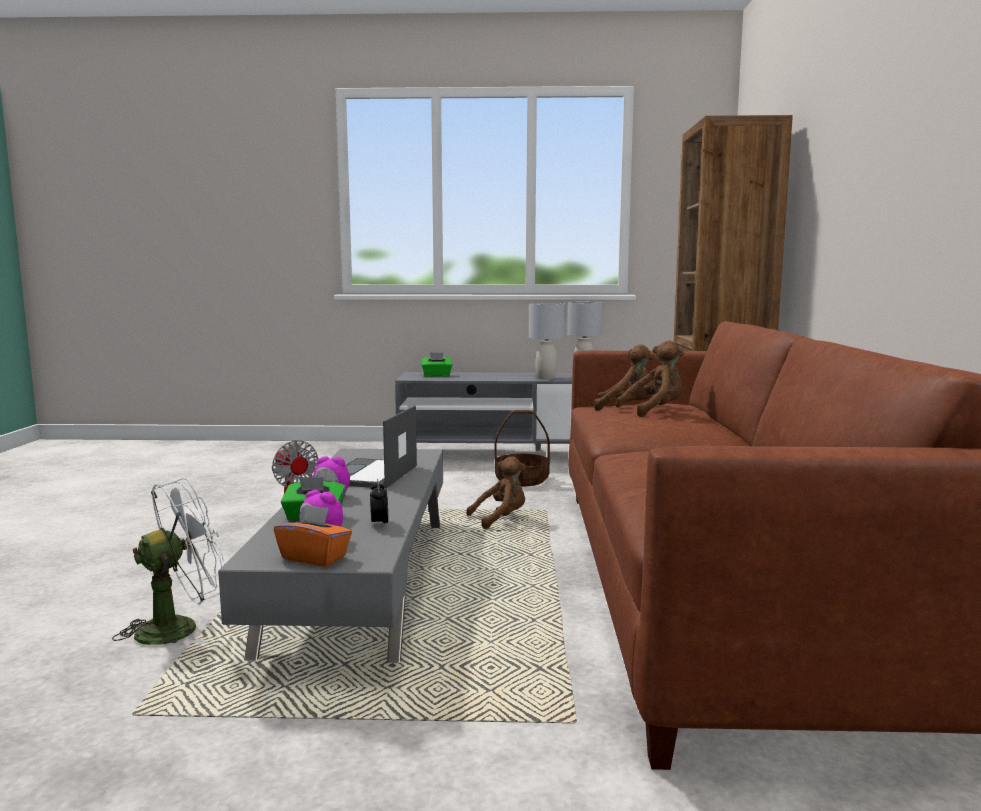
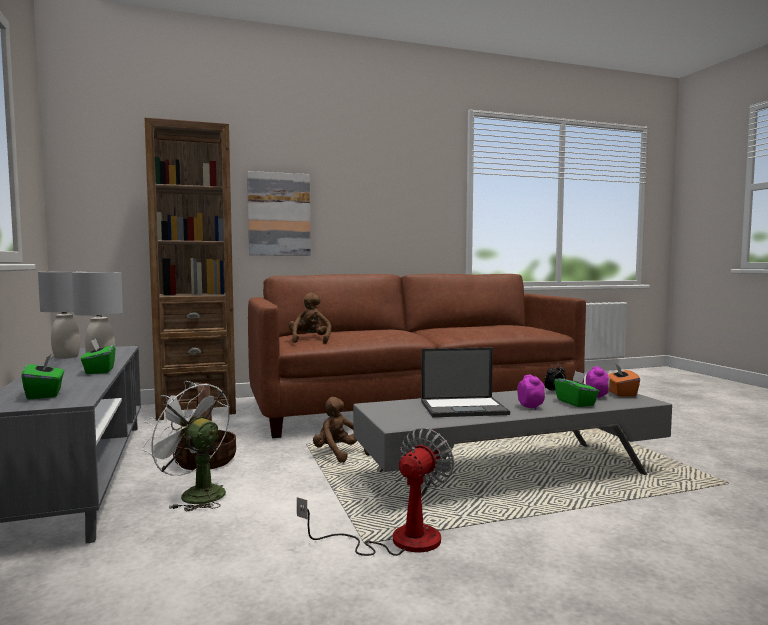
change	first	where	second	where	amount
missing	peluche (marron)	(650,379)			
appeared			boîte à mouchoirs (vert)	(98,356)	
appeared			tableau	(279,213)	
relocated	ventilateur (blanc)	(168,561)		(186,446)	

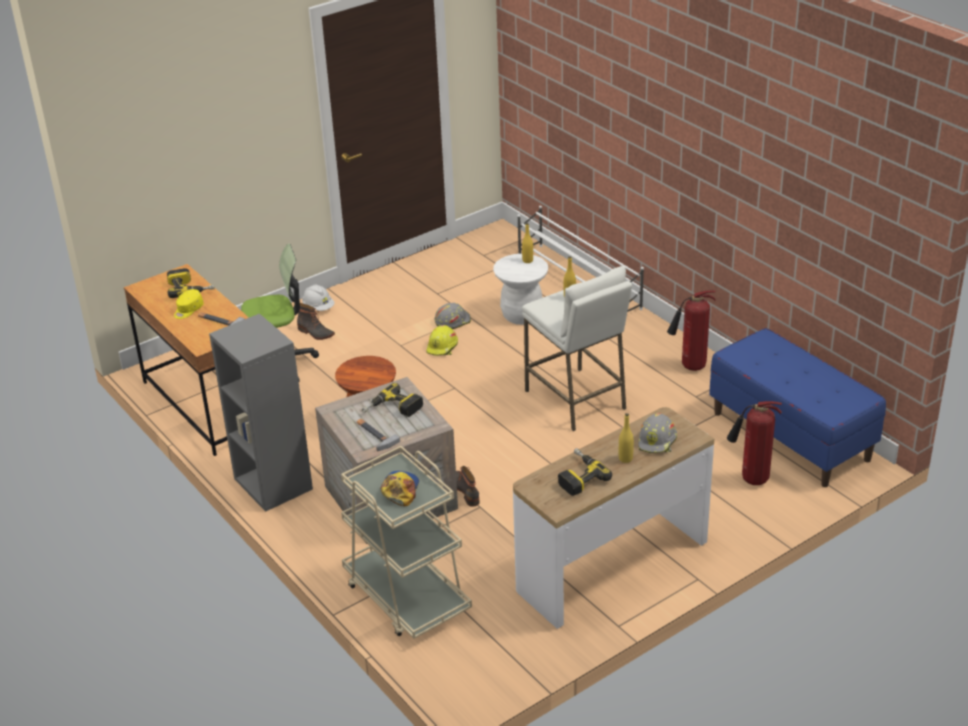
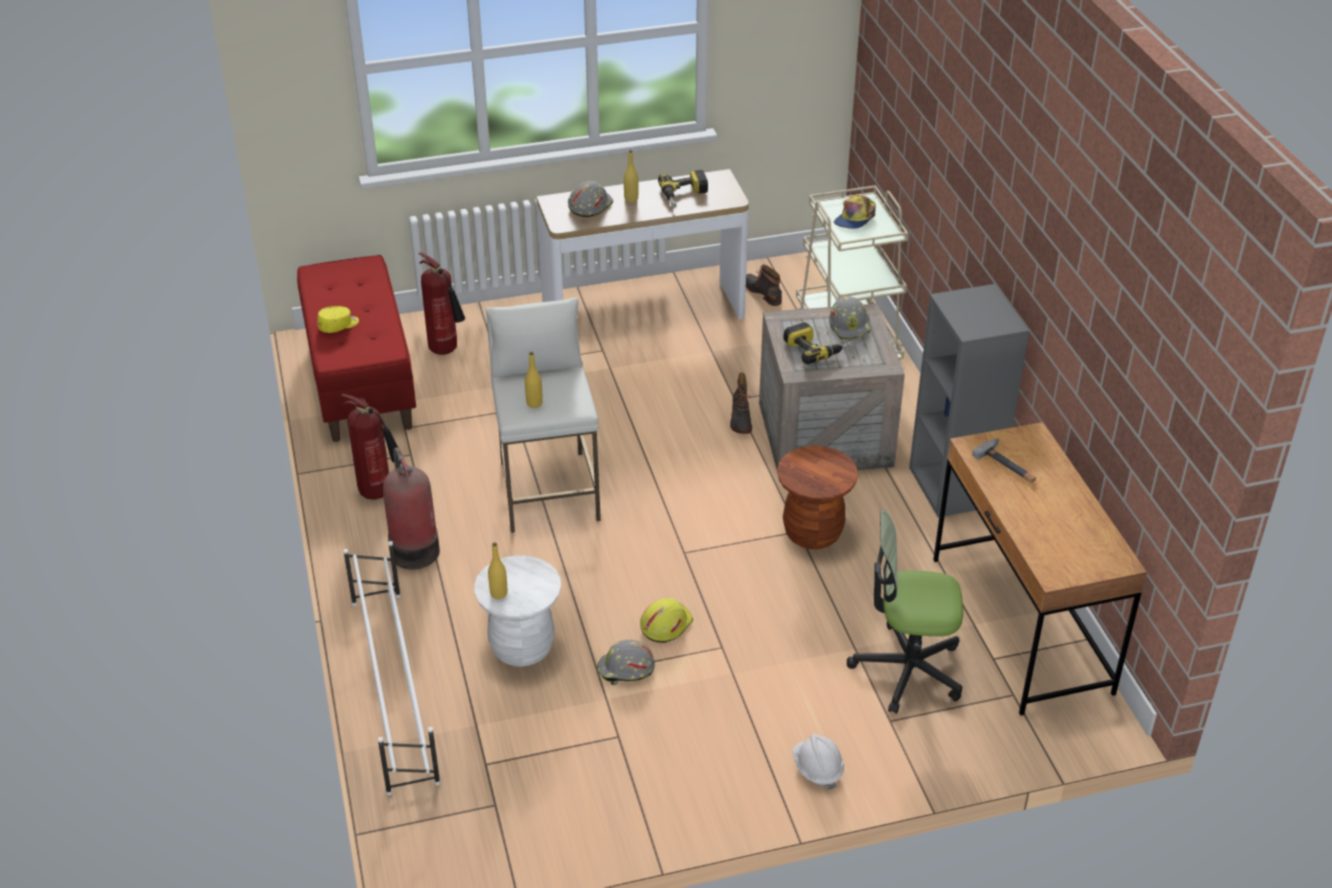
change	first	where	second	where	amount
missing	perceuse	(191,283)			
appeared			extincteur	(411,508)	
relocated	casquette (jaune)	(189,304)		(338,319)	
relocated	botte	(316,321)		(764,285)	
exchanged	marteau	(378,435)	casque de chantier (gris)	(850,317)	
colour	banc (bleu)	(797,407)	banc (rouge)	(356,348)	

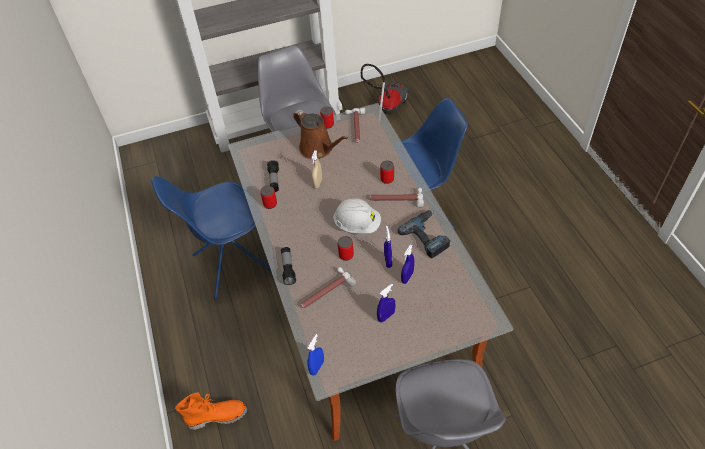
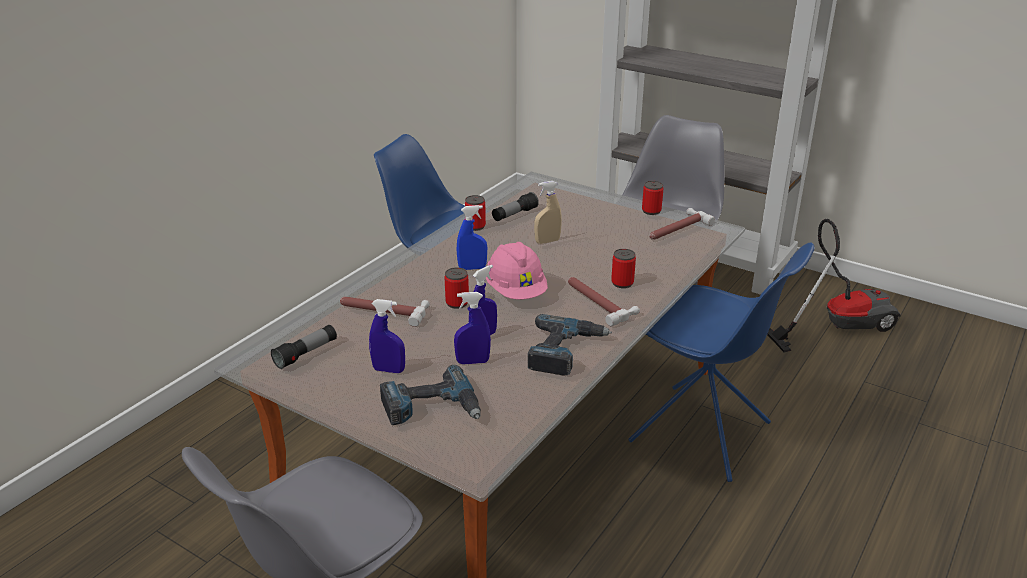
change	first	where	second	where	amount
missing	botte (orange)	(211,411)			
missing	arrosoir (marron)	(320,134)			
appeared			perceuse	(430,395)	
relocated	lampe de poche	(288,266)		(304,347)	
relocated	vaporisateur (bleu)	(315,354)		(472,237)	
colour	casque de chantier (blanc)	(357,215)	casque de chantier (rose)	(517,270)	

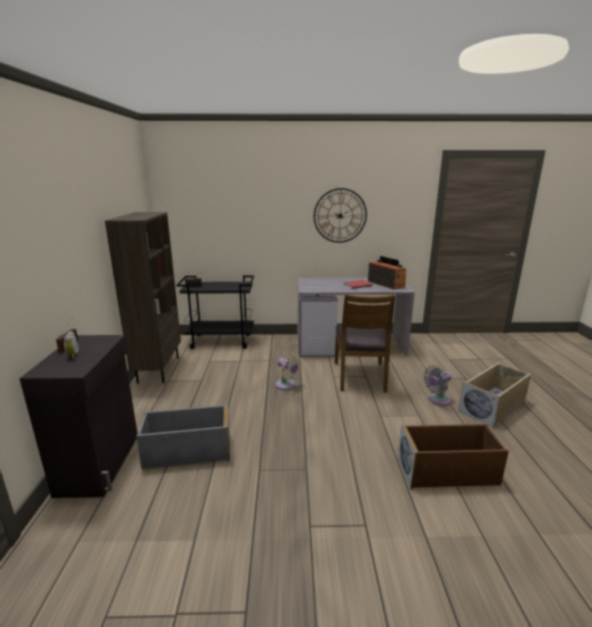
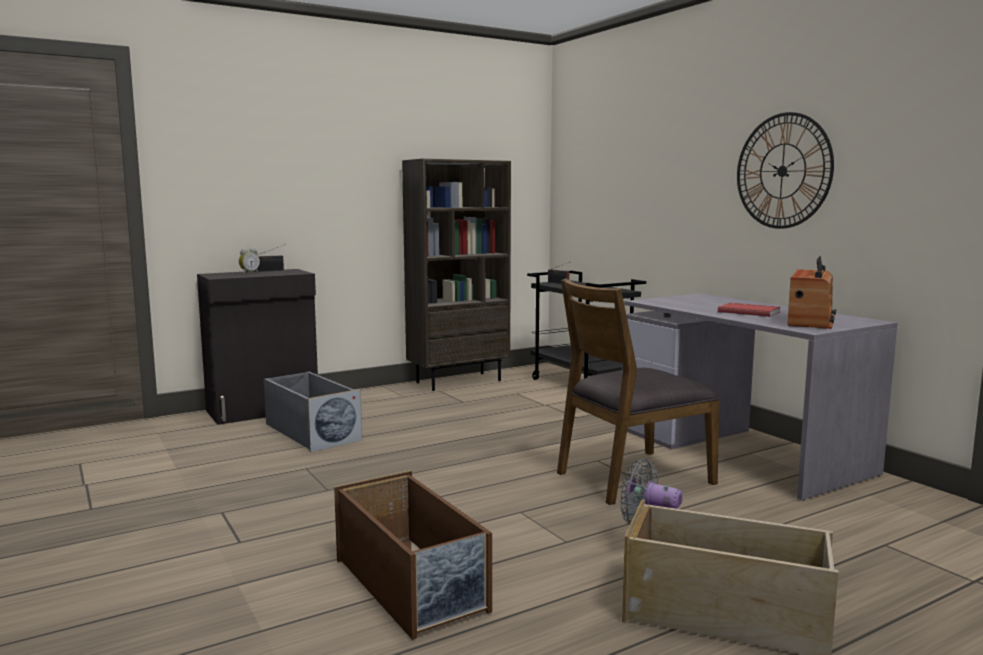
change	first	where	second	where	amount
missing	ventilateur (beige)	(289,372)			

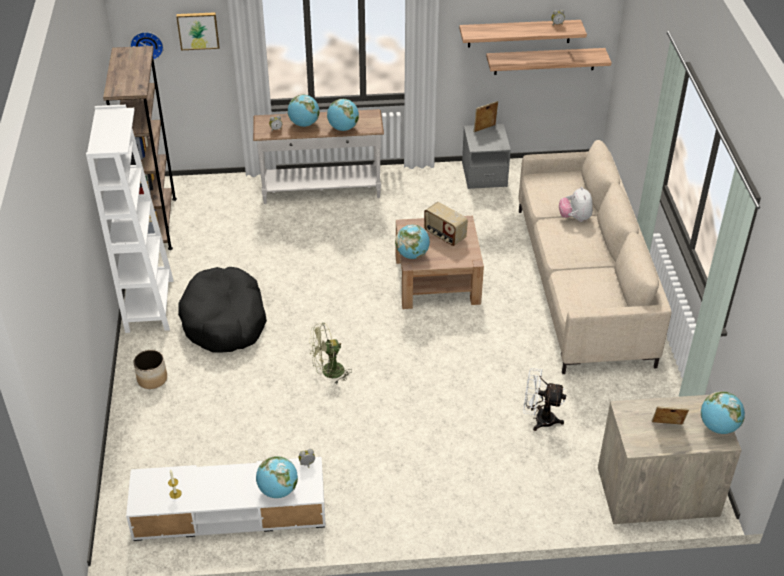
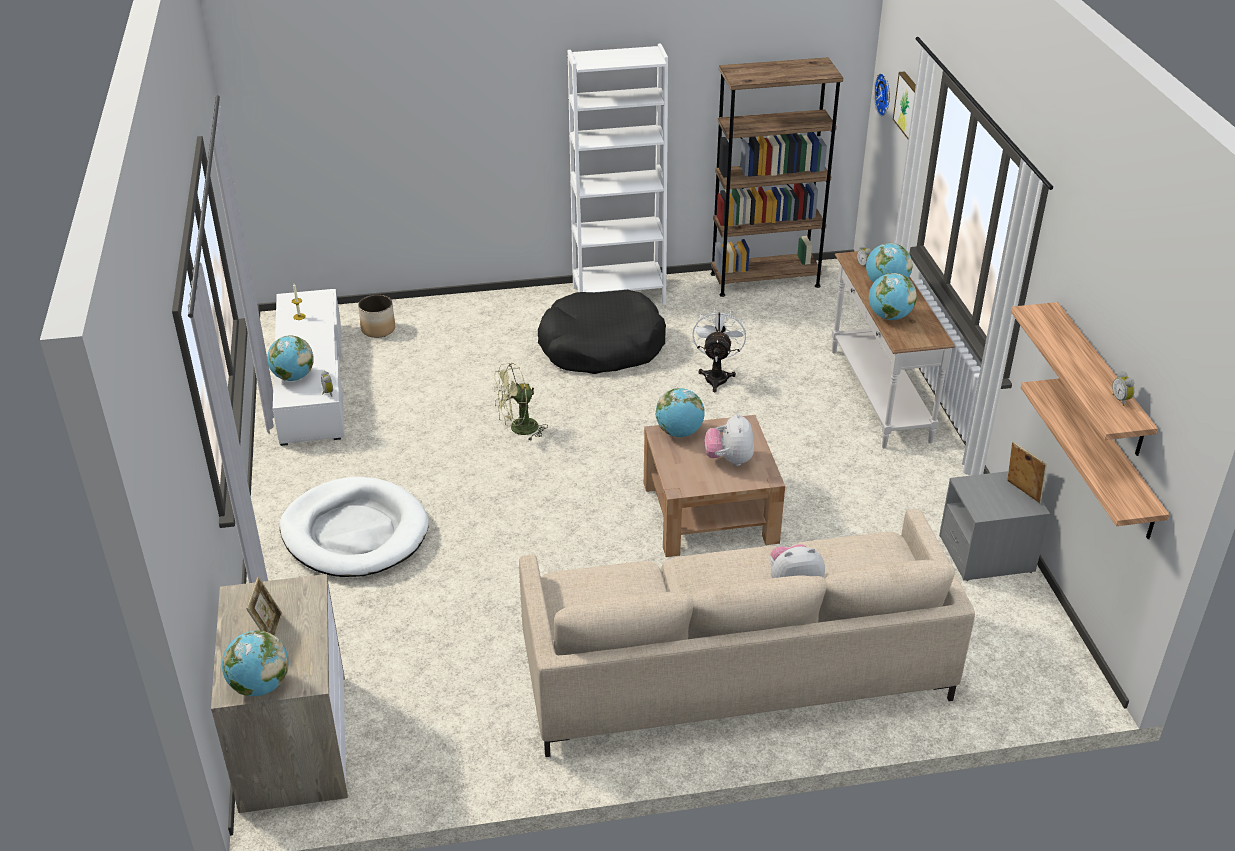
change	first	where	second	where	amount
appeared			panier pour chien (blanc)	(354,527)	
relocated	cache-pot	(150,369)		(376,316)	
relocated	ventilateur (blanc)	(544,399)		(719,350)	
exchanged	radio	(446,224)	peluche	(729,439)	
spun	ventilateur (vert)	(330,354)		(520,402)	90 degrees counterclockwise

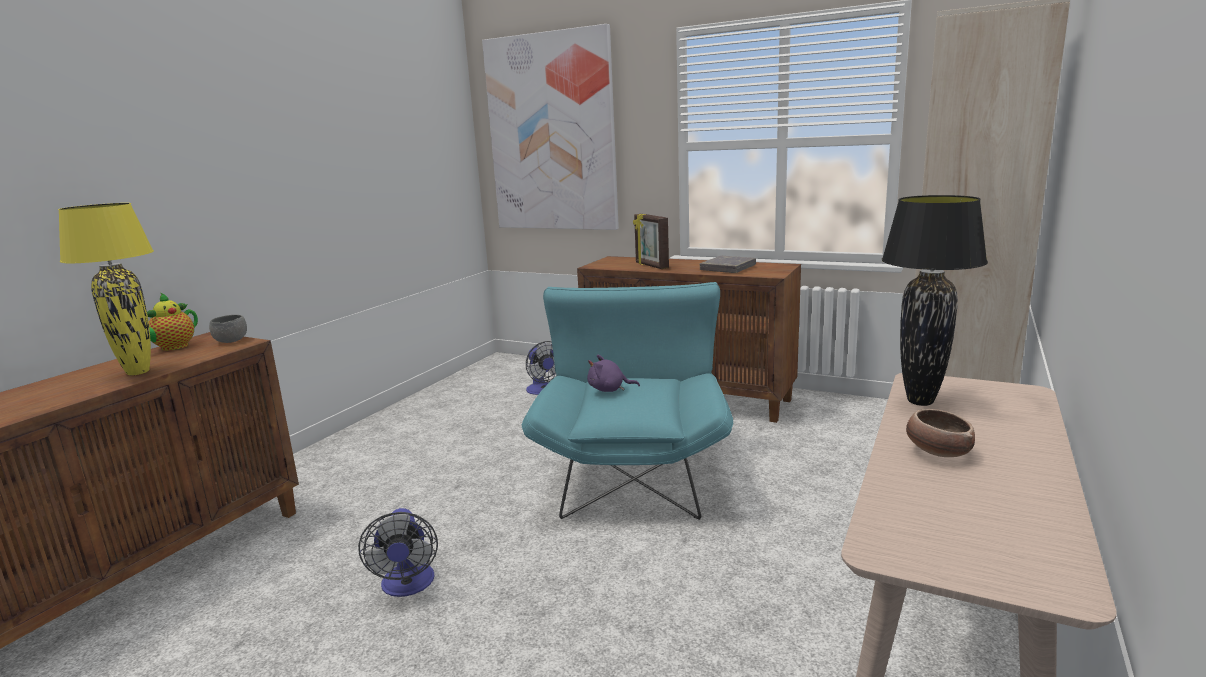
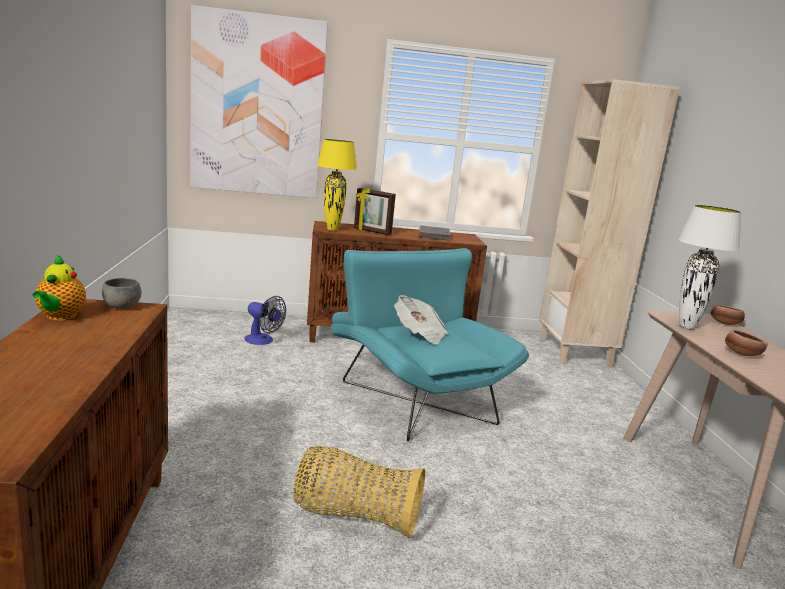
change	first	where	second	where	amount
appeared			bol	(728,314)	
relocated	lampe de table (jaune)	(106,289)		(337,185)	
exchanged	ventilateur	(398,552)	panier	(359,492)	
exchanged	peluche (violet)	(613,373)	journal	(421,319)	
colour	lampe de table (noir)	(935,300)	lampe de table (blanc)	(710,267)	

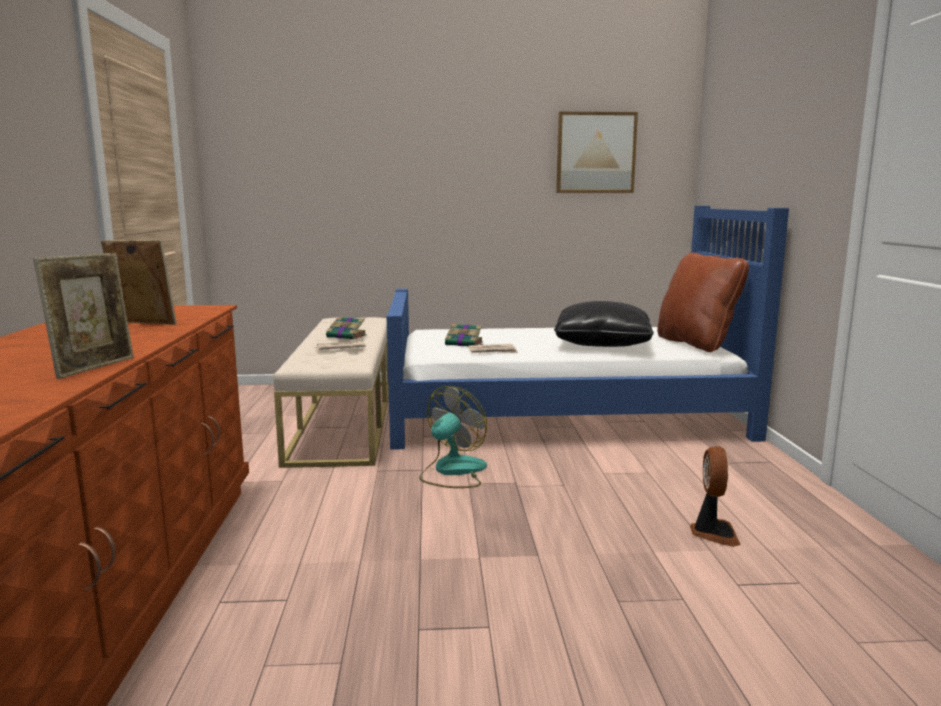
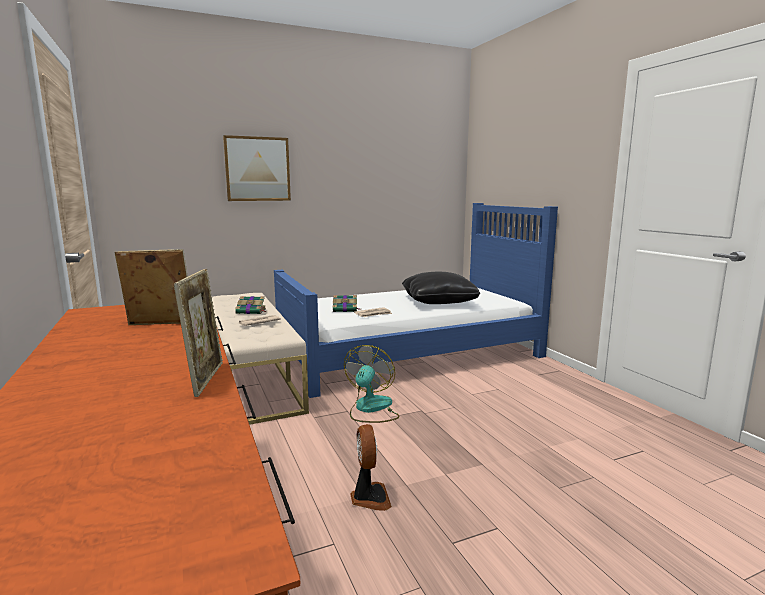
change	first	where	second	where	amount
missing	coussin (marron)	(703,302)			
relocated	tableau	(597,152)		(257,168)	
relocated	ventilateur	(715,496)		(371,467)	

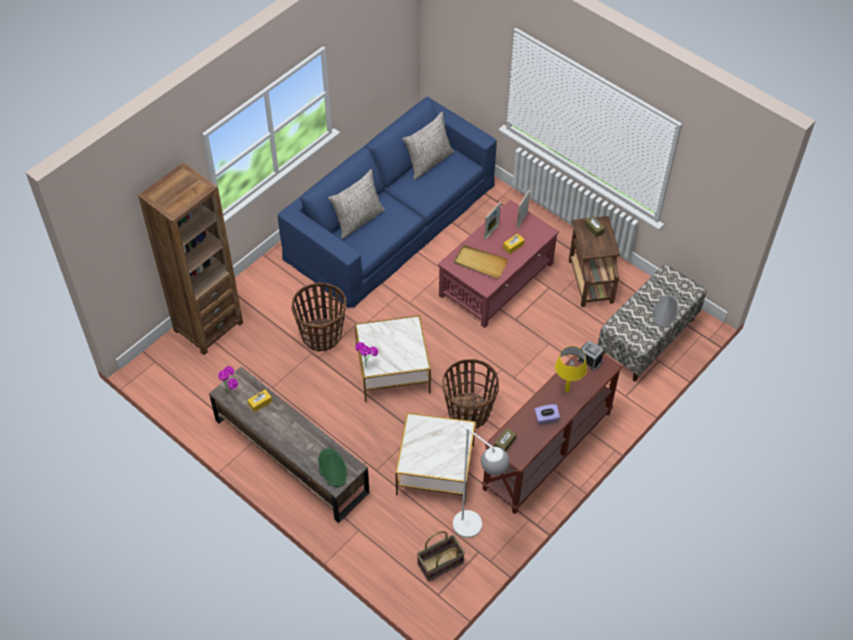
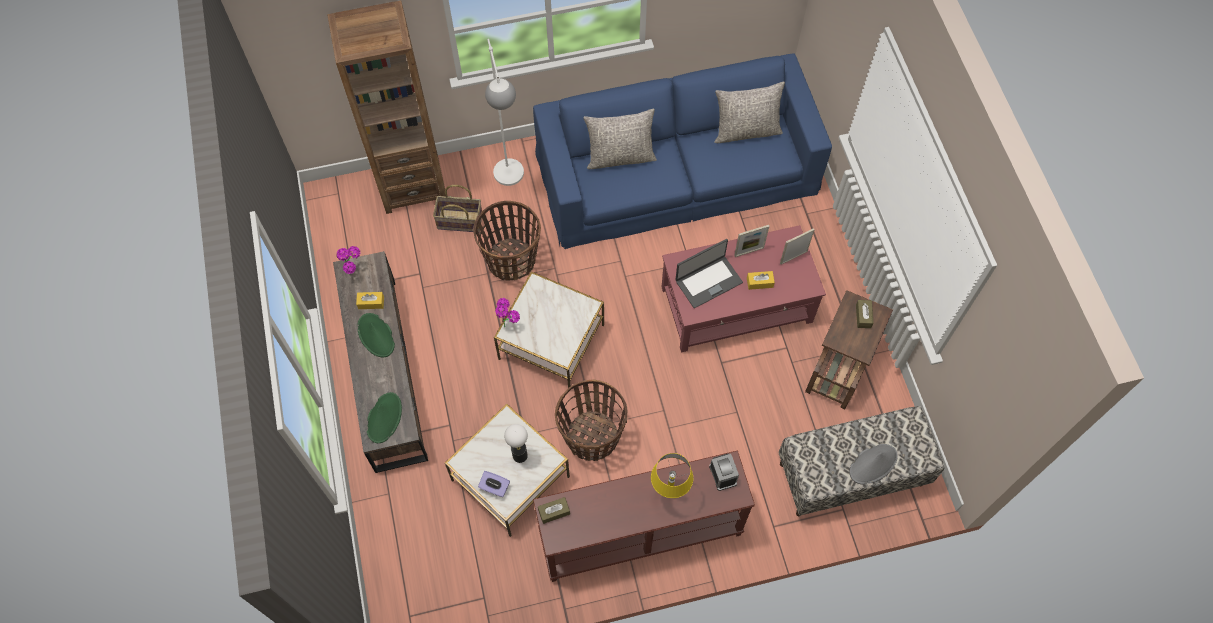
change	first	where	second	where	amount
appeared			chapeau (vert)	(376,335)	
appeared			lampe de table	(516,443)	
relocated	panier	(441,556)		(457,209)	
relocated	lampadaire (blanc)	(481,480)		(504,112)	
relocated	boîte à mouchoirs (violet)	(547,414)		(494,484)	
exchanged	plateau (beige)	(481,262)	ordinateur portable	(709,273)	

